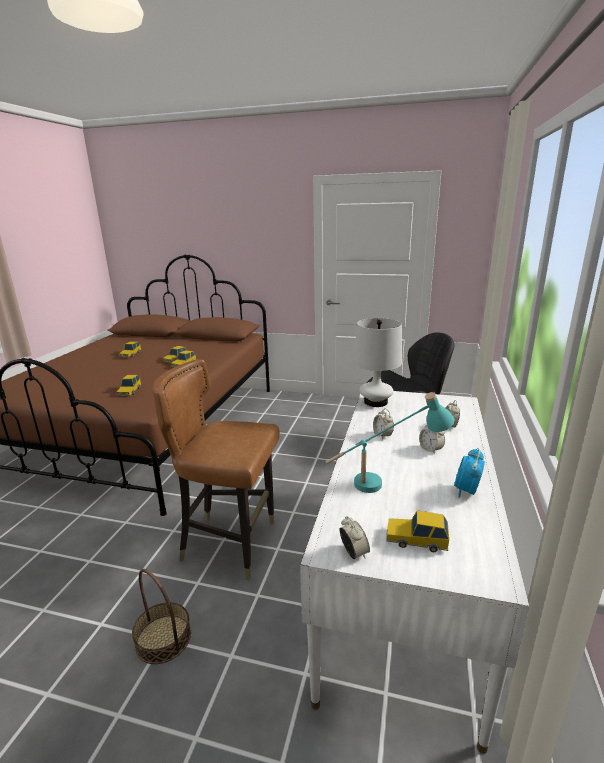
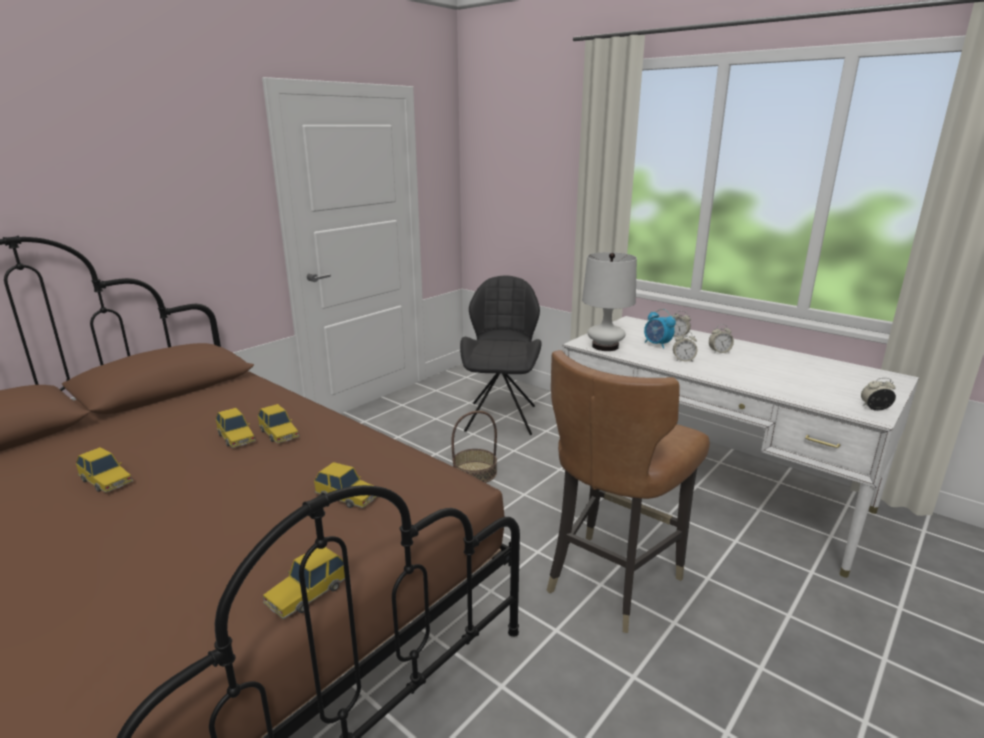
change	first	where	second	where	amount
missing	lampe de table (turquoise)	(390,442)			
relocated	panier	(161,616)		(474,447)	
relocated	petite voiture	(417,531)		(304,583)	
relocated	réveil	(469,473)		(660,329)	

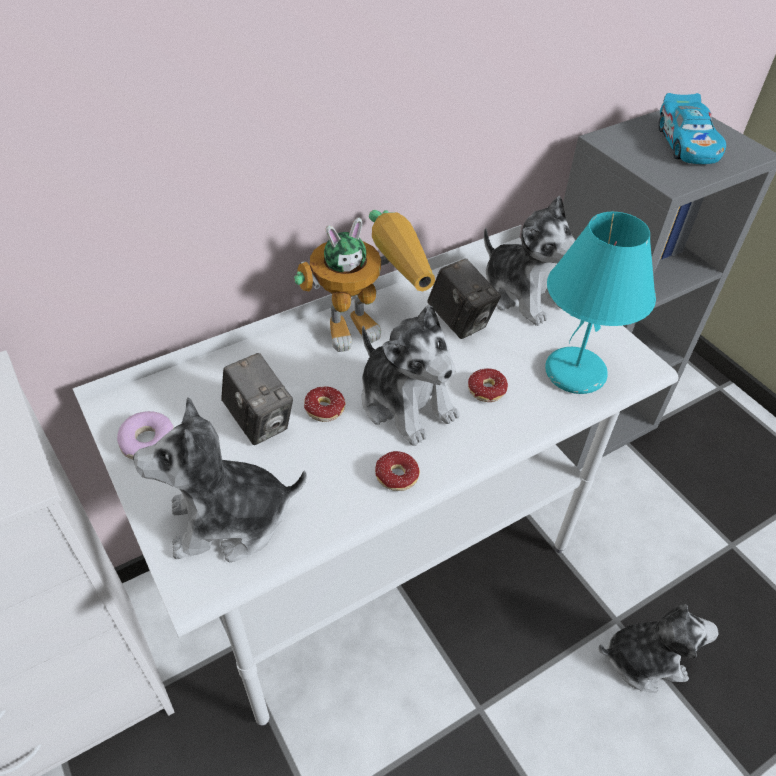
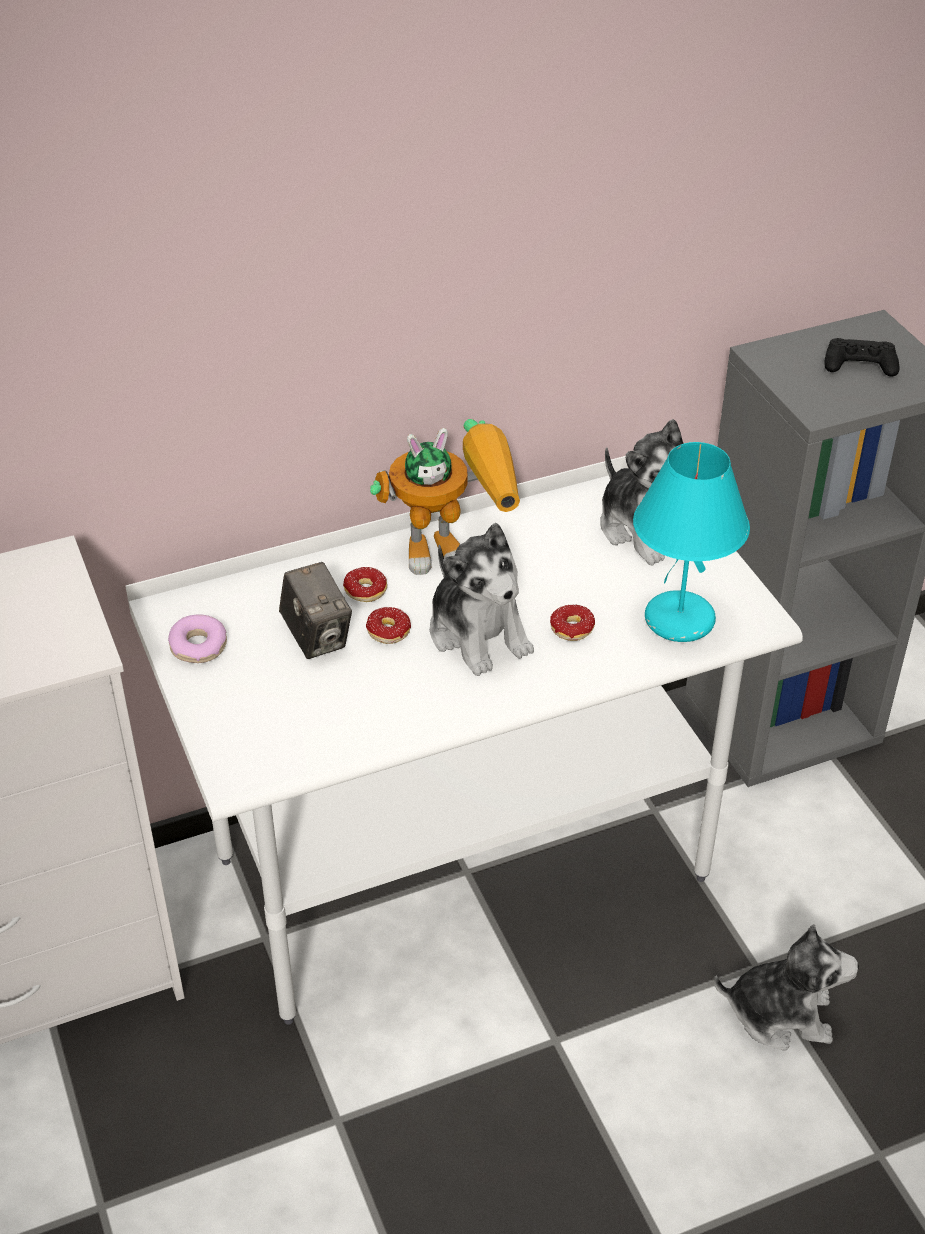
change	first	where	second	where	amount
missing	peluche	(220,480)			
missing	appareil photo	(464,298)			
relocated	beignet	(397,471)		(365,584)	
exchanged	petite voiture	(692,128)	manette (noir)	(862,357)	

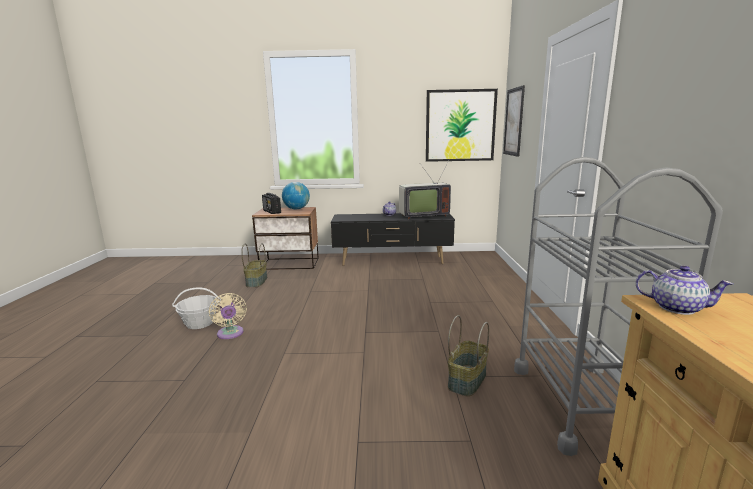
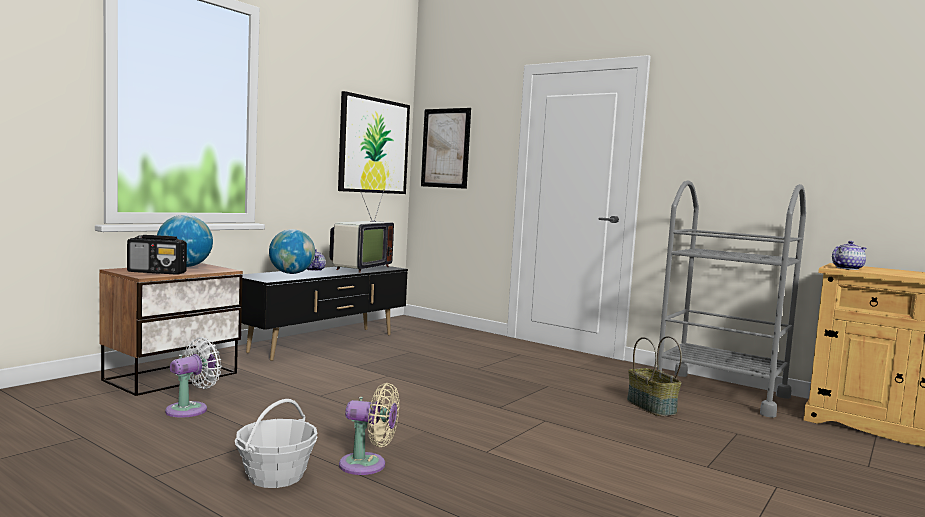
change	first	where	second	where	amount
appeared			globe	(292,251)	
exchanged	panier	(254,265)	ventilateur (blanc)	(193,377)	

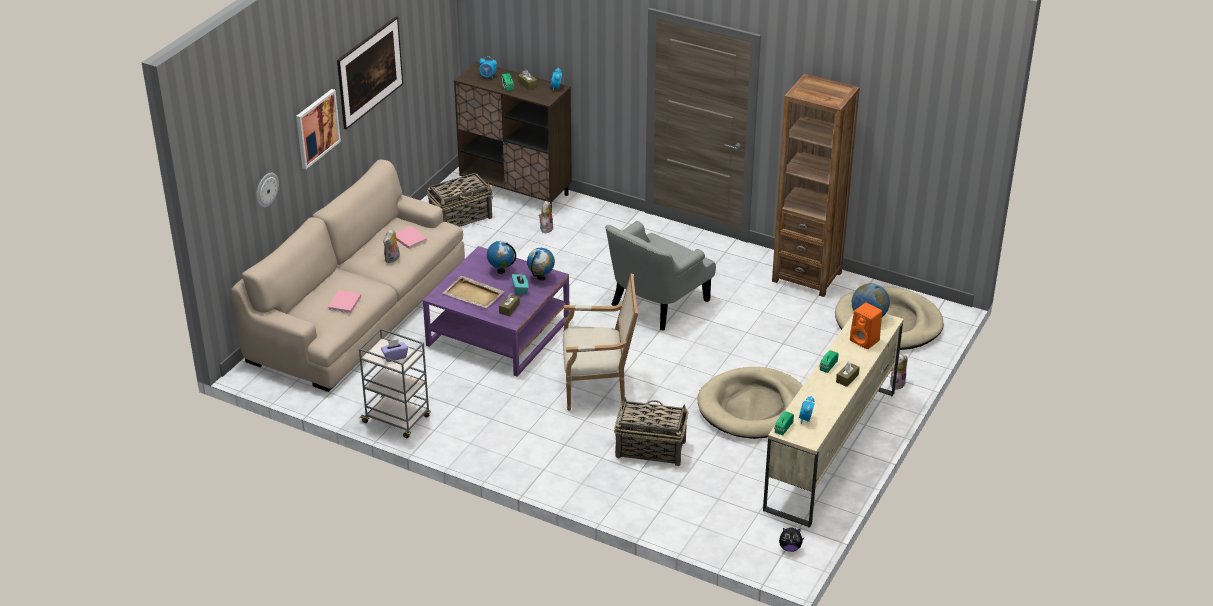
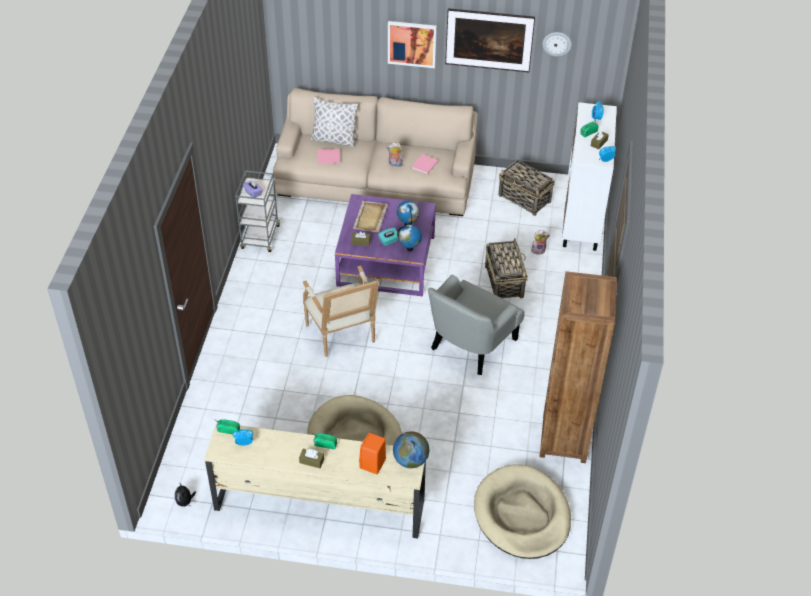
change	first	where	second	where	amount
missing	peluche	(898,372)			
appeared			coussin	(334,121)	
relocated	horloge murale	(267,190)		(557,44)	
relocated	panier	(651,431)		(506,268)	
colour	meuble de rangement (marron)	(513,134)	meuble de rangement (blanc)	(589,176)	
spun	fauteuil (gris)	(660,276)		(476,325)	75 degrees counterclockwise

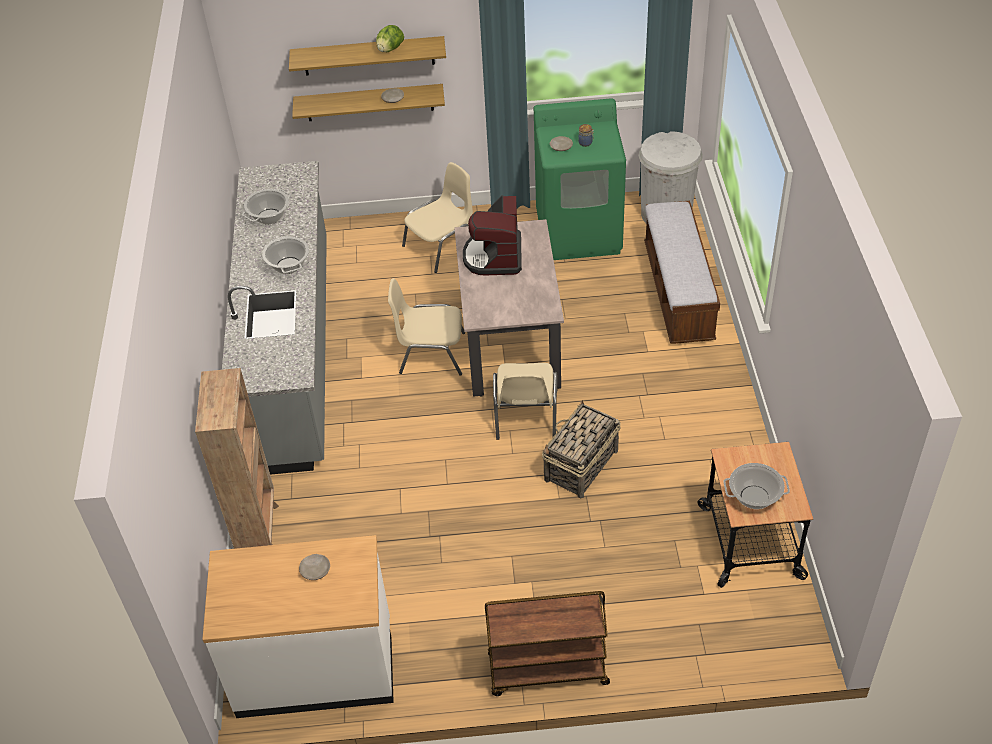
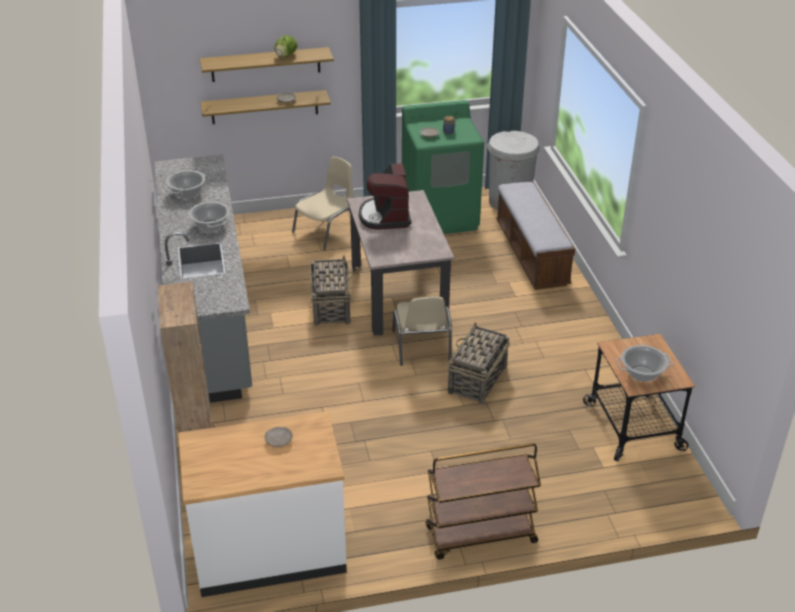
change	first	where	second	where	amount
exchanged	chaise (beige)	(426,327)	panier	(331,291)	

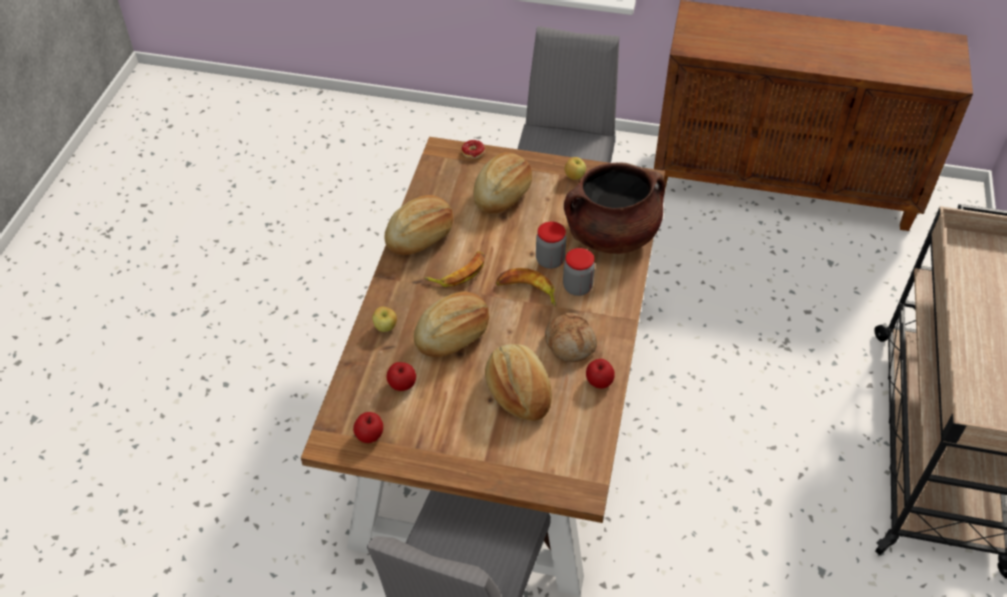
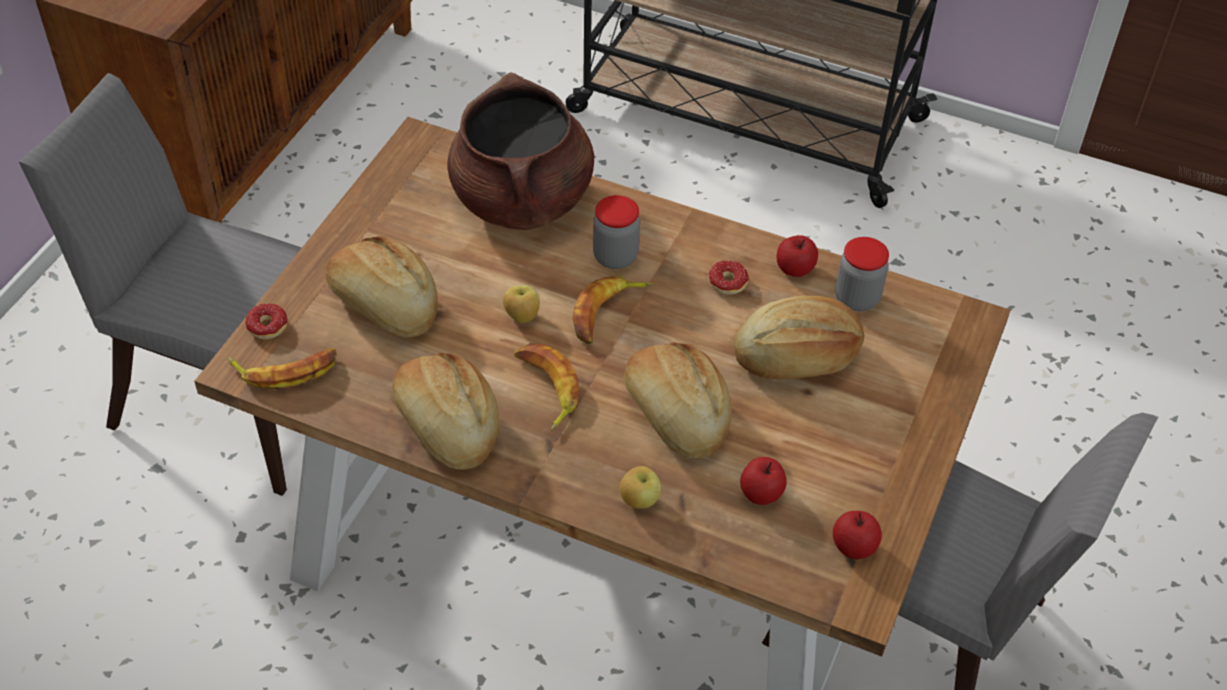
change	first	where	second	where	amount
appeared			banane	(282,368)	
relocated	bocal	(551,245)		(862,274)	
relocated	pomme	(575,168)		(521,304)	
exchanged	pain	(571,337)	beignet	(729,277)	

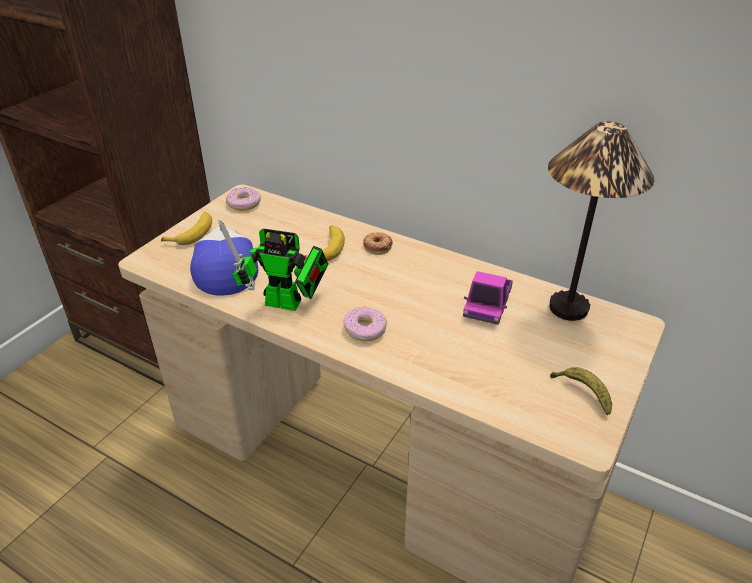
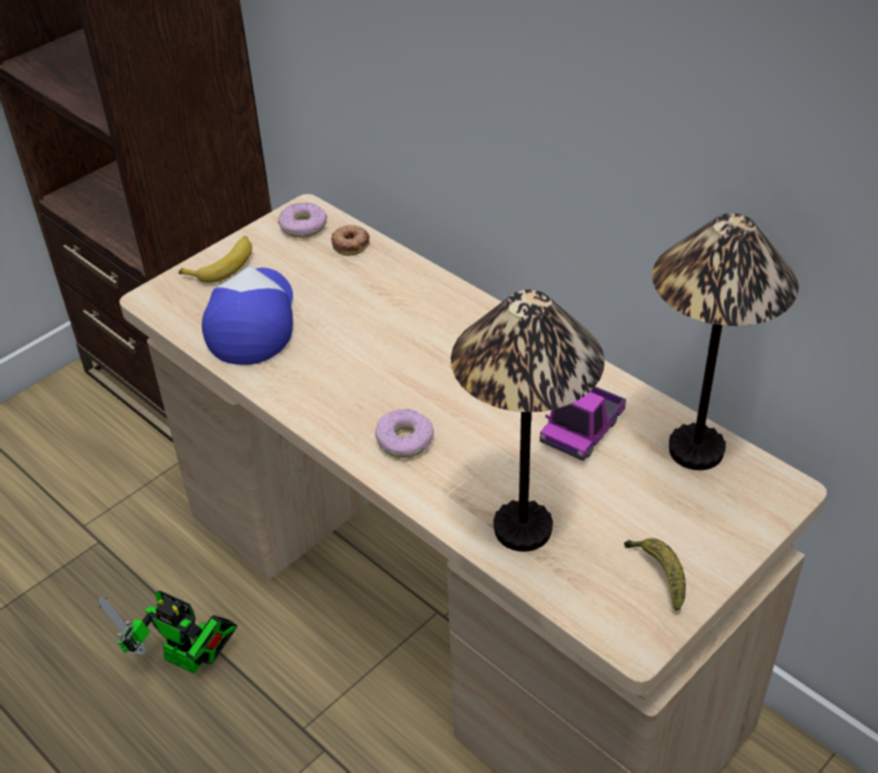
change	first	where	second	where	amount
missing	banane	(325,243)			
appeared			lampe de table	(528,421)	
relocated	robot jouet	(273,265)		(168,632)	
relocated	beignet	(378,243)		(350,240)	

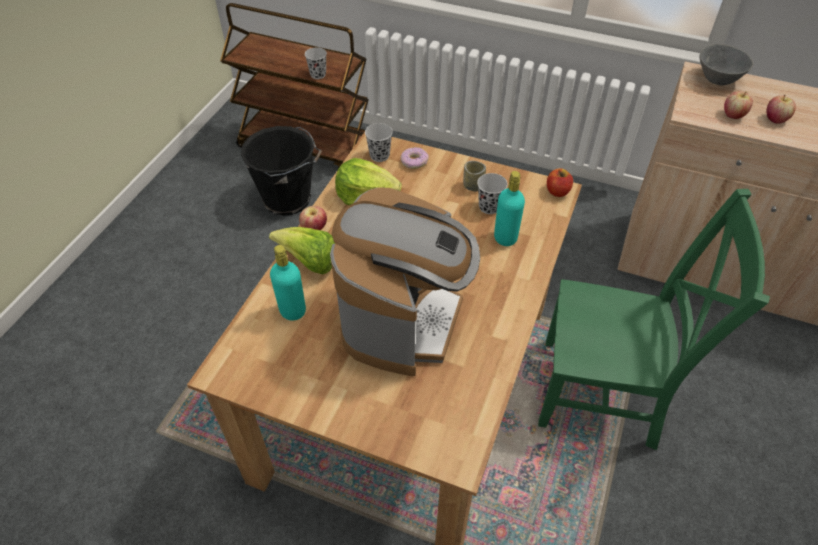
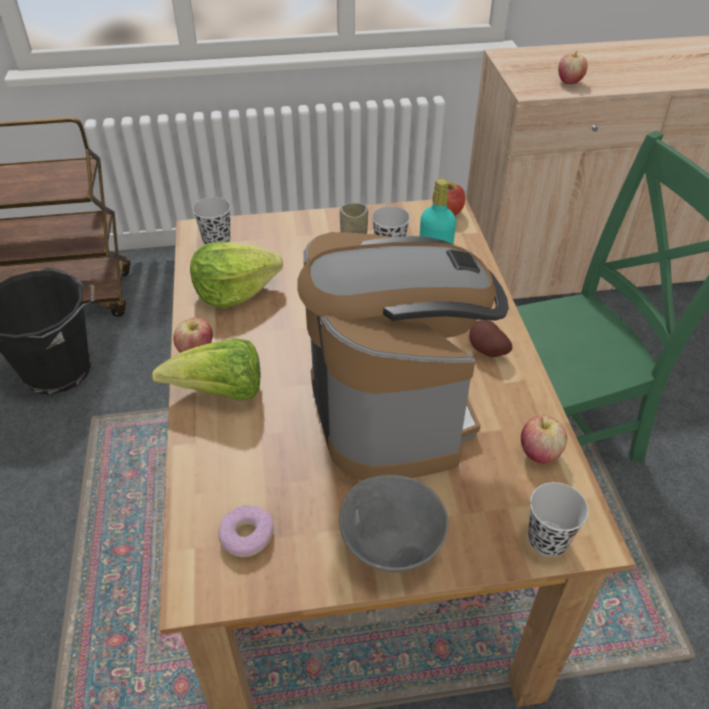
change	first	where	second	where	amount
missing	bouteille (turquoise)	(288,283)			
appeared			pomme de terre	(490,338)	
relocated	tasse (noir)	(316,63)		(558,519)	
relocated	beignet	(415,158)		(246,531)	
relocated	bol (gris)	(726,65)		(393,524)	
relocated	pomme	(781,109)		(544,440)	

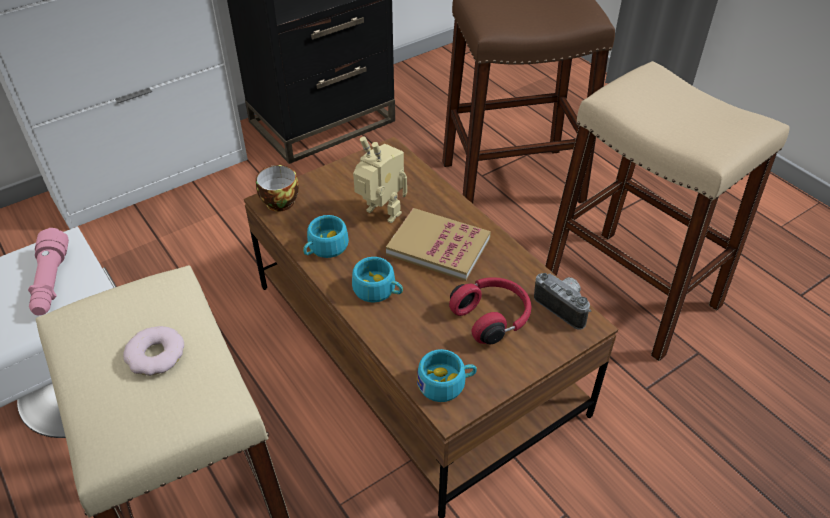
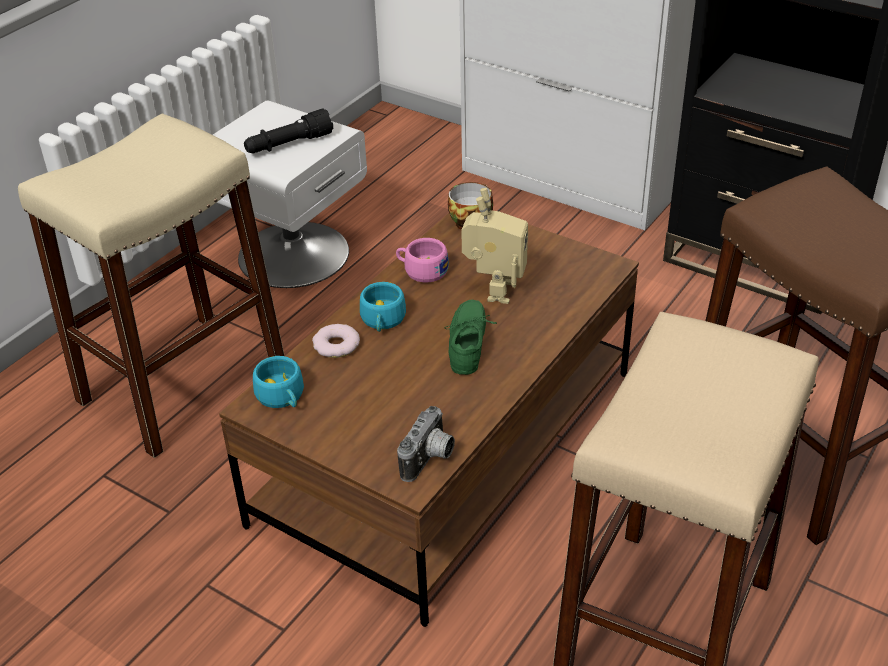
change	first	where	second	where	amount
missing	casque audio (rouge)	(490,310)			
relocated	beignet	(153,351)		(336,341)	
exchanged	livre	(438,244)	chaussure (vert)	(471,337)	
colour	lampe de poche (rose)	(48,272)	lampe de poche (noir)	(288,131)	
colour	tasse (turquoise)	(326,236)	tasse (rose)	(422,260)	

